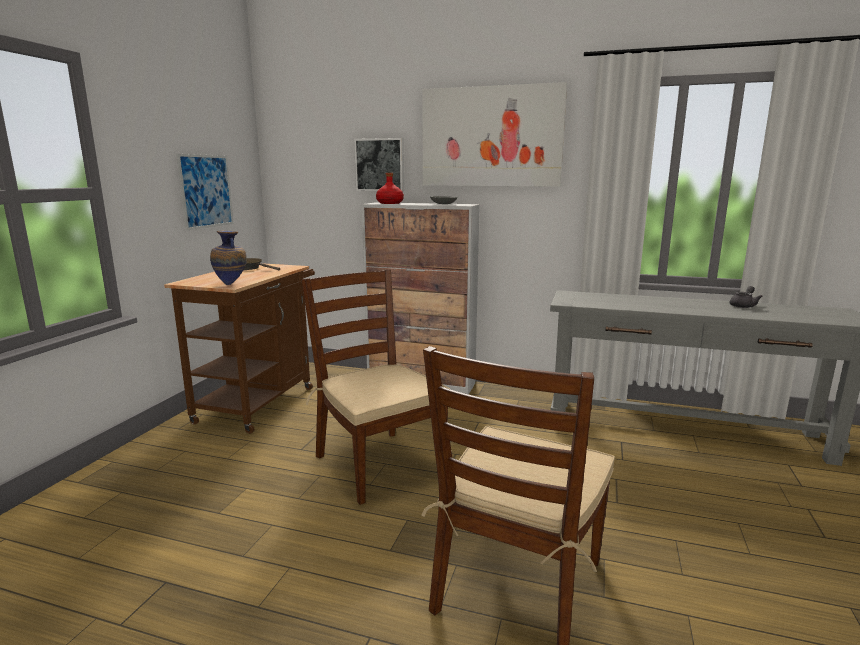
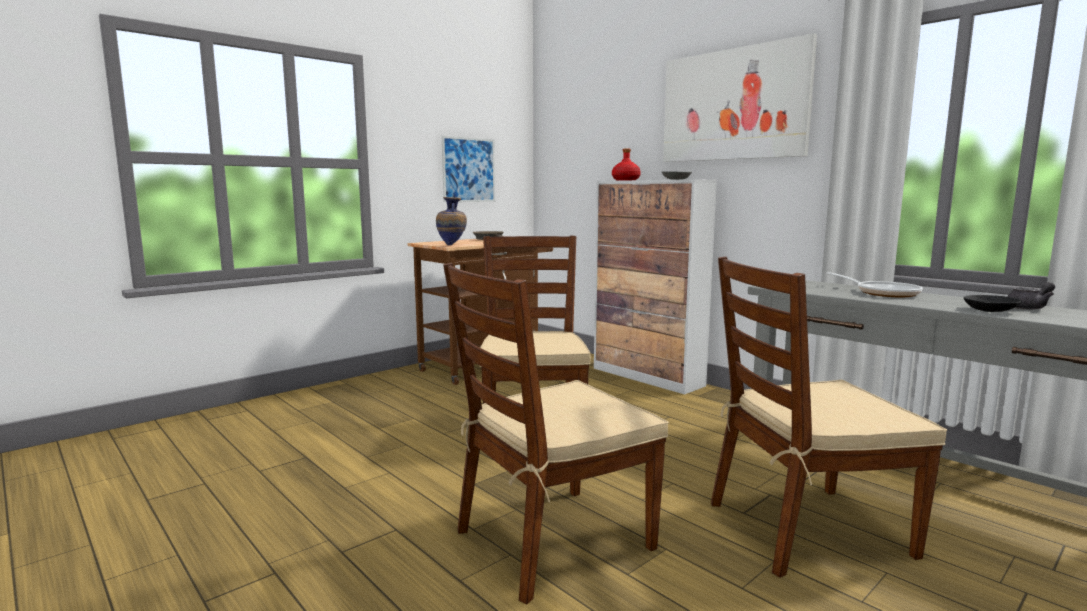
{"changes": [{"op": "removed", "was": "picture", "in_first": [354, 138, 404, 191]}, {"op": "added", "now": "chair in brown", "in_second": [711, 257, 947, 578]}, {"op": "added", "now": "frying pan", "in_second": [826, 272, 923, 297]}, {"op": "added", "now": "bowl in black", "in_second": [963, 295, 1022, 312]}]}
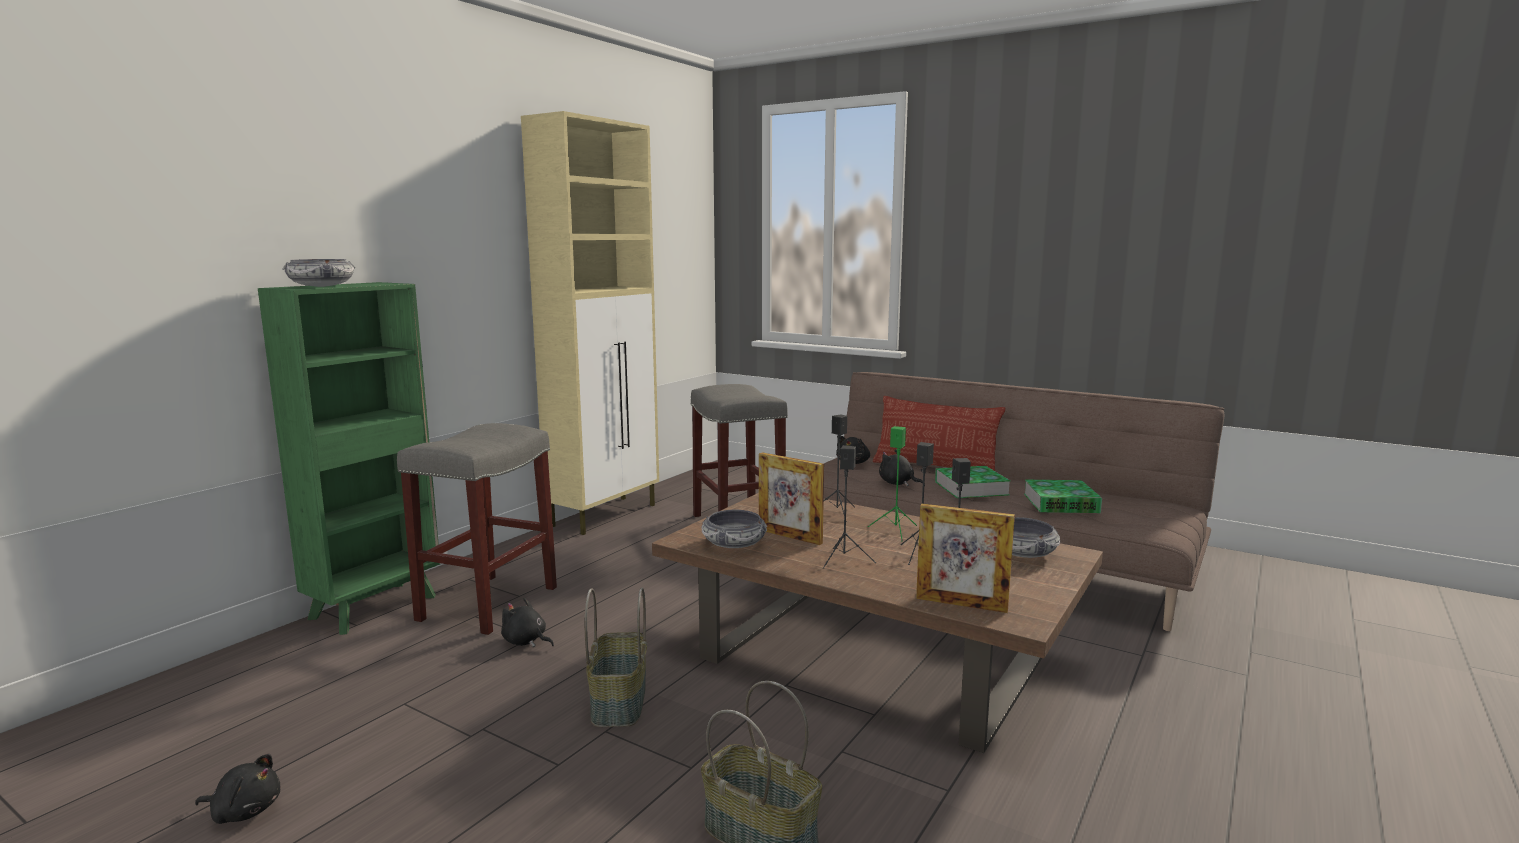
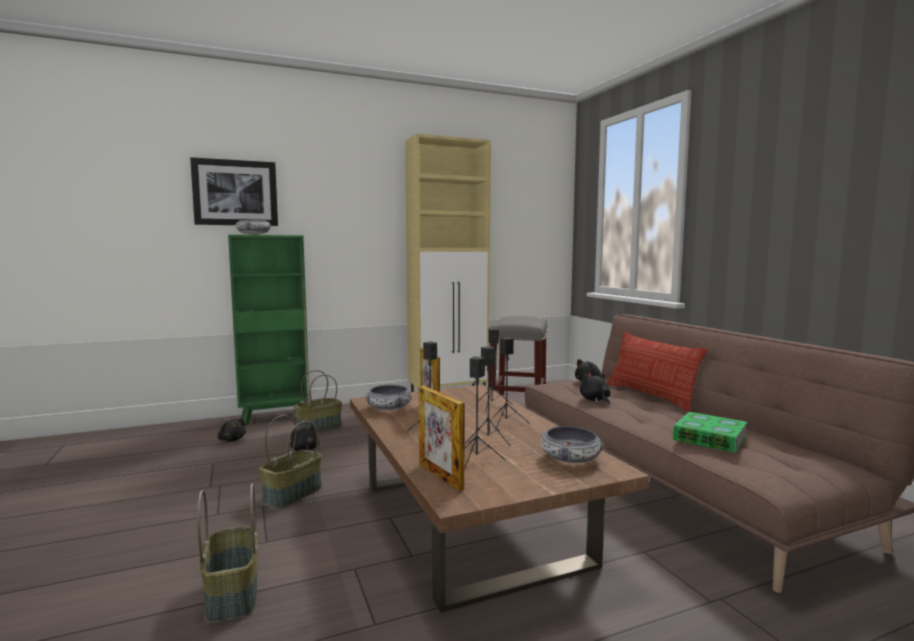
{"changes": [{"op": "replaced", "was": "stool in grey", "now": "basket", "in_first": [397, 423, 557, 635], "in_second": [294, 370, 342, 432]}, {"op": "recoloured", "was": "speaker in green", "now": "speaker in black", "in_first": [868, 426, 917, 541], "in_second": [494, 337, 530, 430]}, {"op": "removed", "was": "book", "in_first": [935, 466, 1011, 498]}, {"op": "moved", "was": "plush toy in black", "in_first": [195, 754, 280, 824], "in_second": [218, 418, 246, 441]}, {"op": "added", "now": "picture", "in_second": [190, 157, 278, 226]}]}
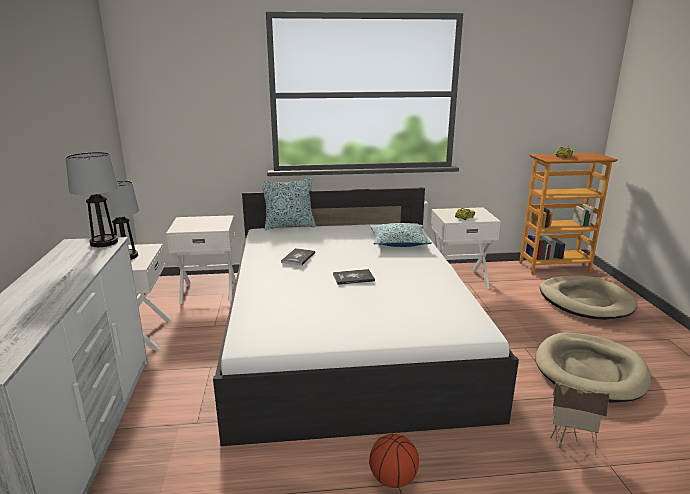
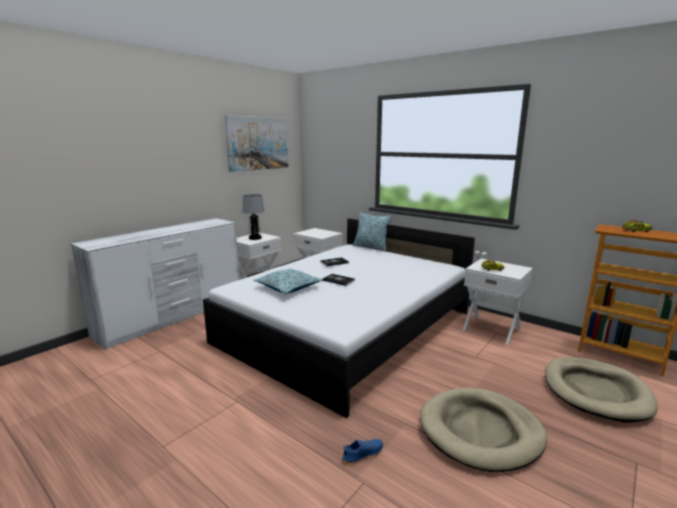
{"changes": [{"op": "removed", "was": "table lamp", "in_first": [65, 152, 118, 247]}, {"op": "moved", "was": "pillow", "in_first": [370, 223, 432, 247], "in_second": [253, 269, 323, 294]}, {"op": "replaced", "was": "toy house", "now": "shoe in blue", "in_first": [550, 381, 610, 455], "in_second": [342, 439, 383, 466]}, {"op": "removed", "was": "basketball", "in_first": [369, 434, 419, 488]}, {"op": "added", "now": "picture", "in_second": [225, 115, 288, 172]}]}
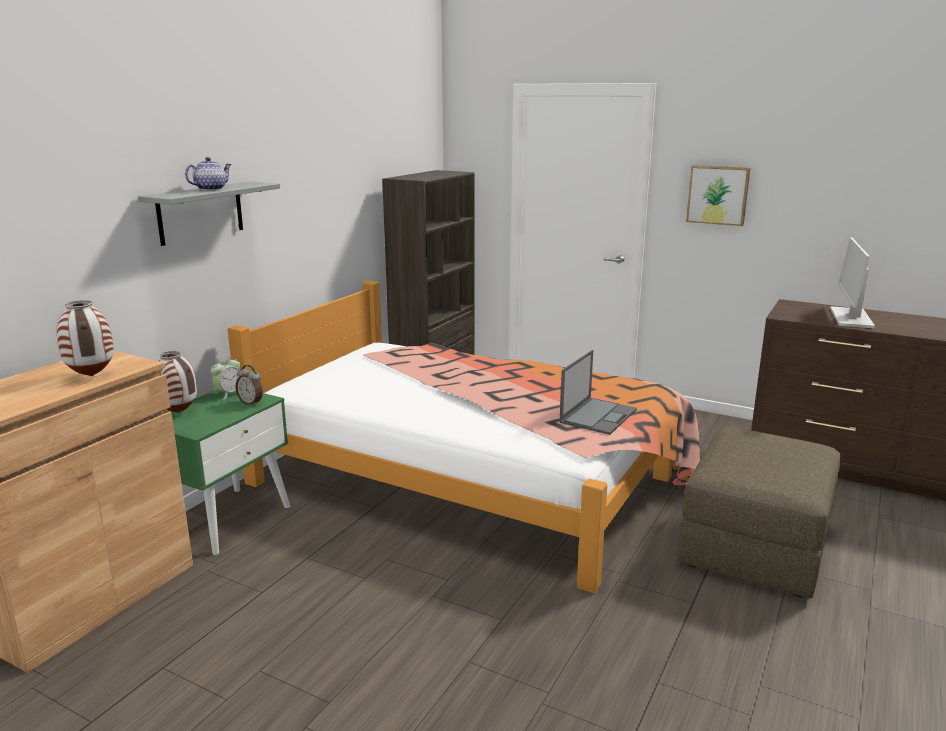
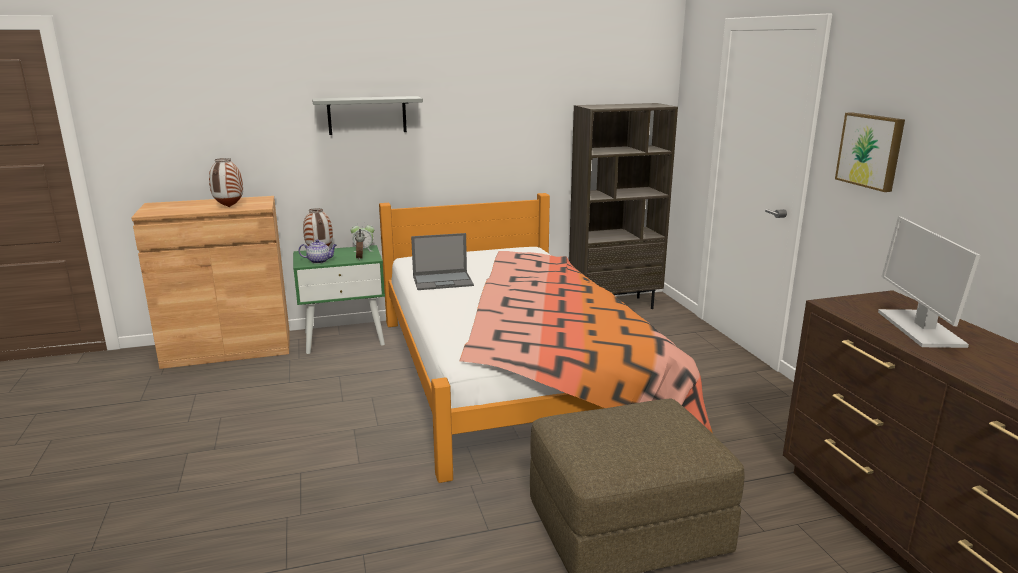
{"changes": [{"op": "moved", "was": "teapot", "in_first": [185, 157, 231, 190], "in_second": [299, 239, 337, 264]}, {"op": "turned", "was": "monitor", "in_first": [830, 238, 875, 328], "in_second": [878, 217, 980, 348], "clockwise": -60}, {"op": "moved", "was": "laptop", "in_first": [560, 350, 637, 435], "in_second": [411, 233, 474, 290]}]}
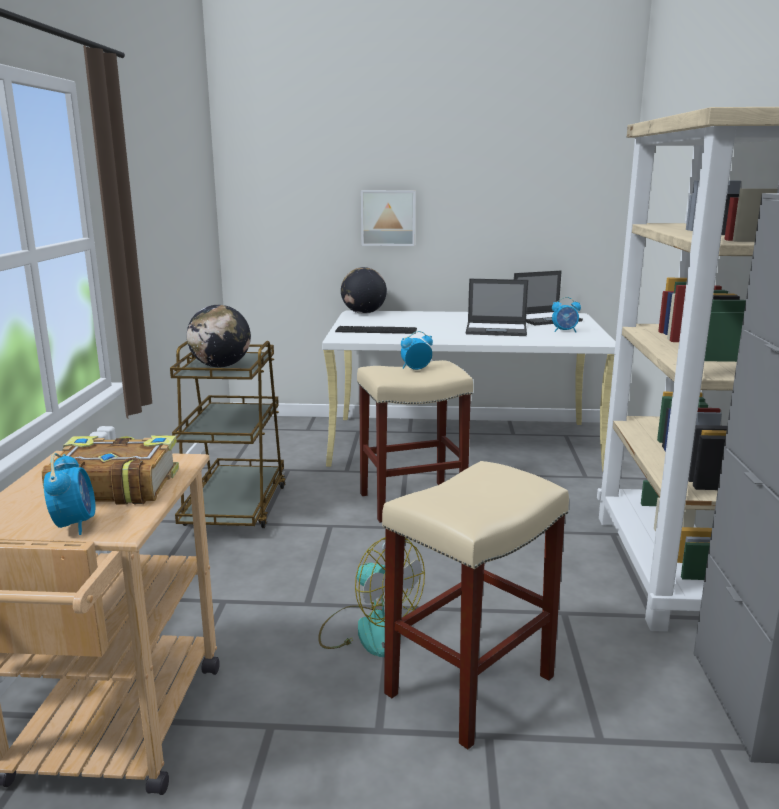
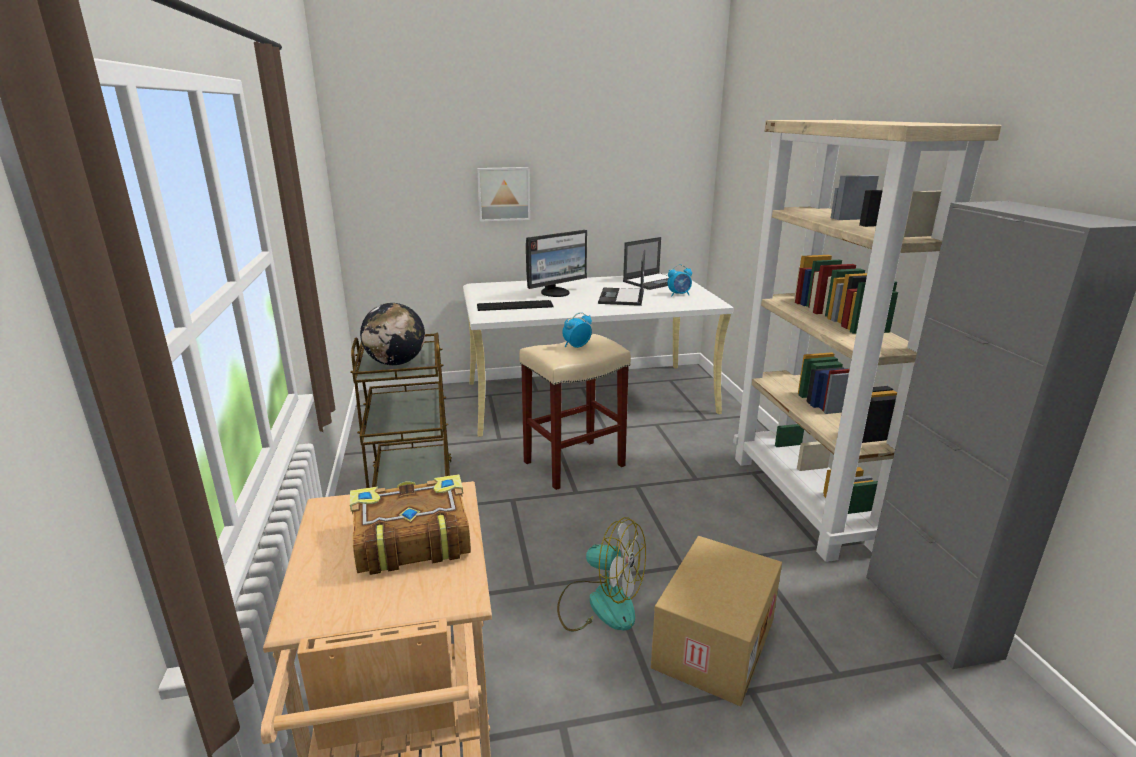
{"changes": [{"op": "removed", "was": "globe", "in_first": [341, 267, 387, 314]}, {"op": "turned", "was": "laptop", "in_first": [466, 279, 528, 336], "in_second": [598, 250, 645, 306], "clockwise": 105}, {"op": "removed", "was": "alarm clock", "in_first": [44, 453, 95, 535]}, {"op": "replaced", "was": "stool in beige", "now": "cardboard box", "in_first": [382, 461, 569, 749], "in_second": [651, 536, 782, 706]}, {"op": "added", "now": "monitor", "in_second": [526, 230, 587, 297]}]}
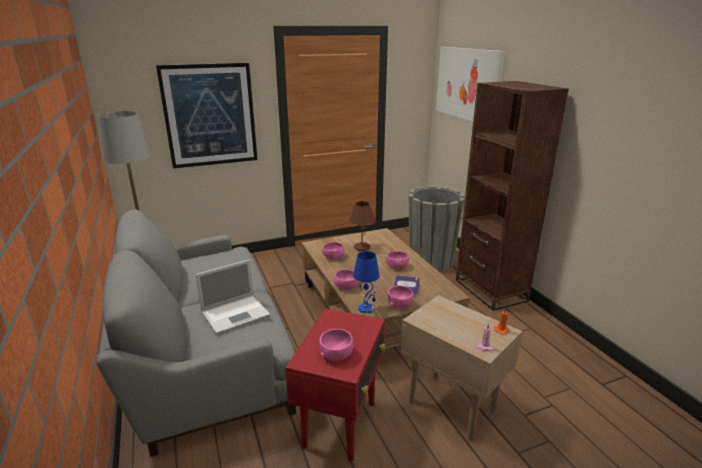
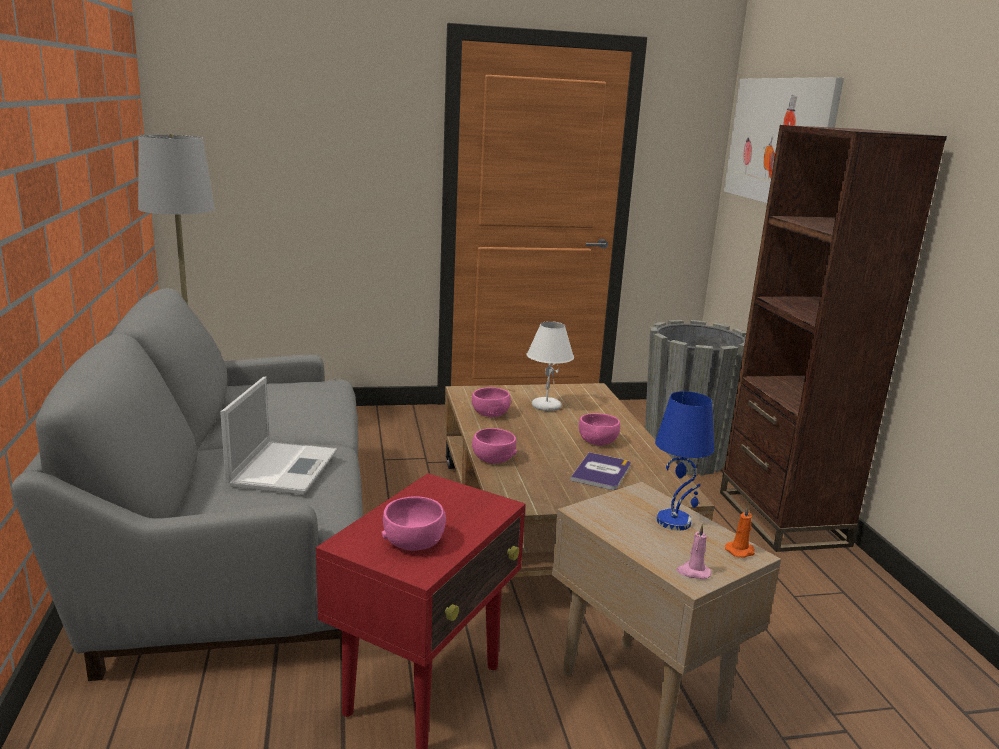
{"changes": [{"op": "removed", "was": "picture", "in_first": [156, 63, 257, 169]}, {"op": "recoloured", "was": "table lamp in brown", "now": "table lamp in white", "in_first": [349, 201, 376, 251], "in_second": [526, 321, 574, 411]}, {"op": "moved", "was": "table lamp in blue", "in_first": [353, 251, 380, 313], "in_second": [655, 391, 714, 531]}, {"op": "turned", "was": "laptop", "in_first": [195, 260, 270, 335], "in_second": [220, 377, 337, 495], "clockwise": -60}, {"op": "removed", "was": "bowl in pink", "in_first": [388, 286, 413, 308]}]}
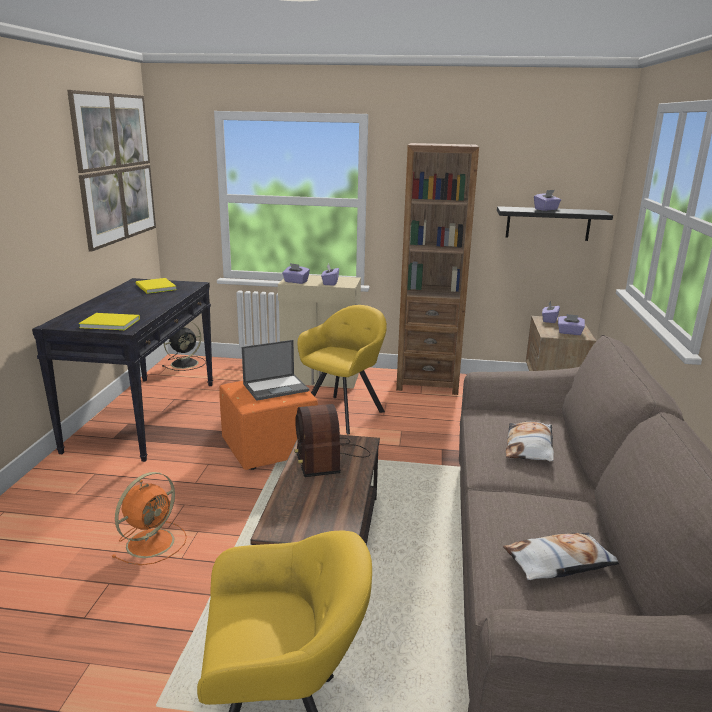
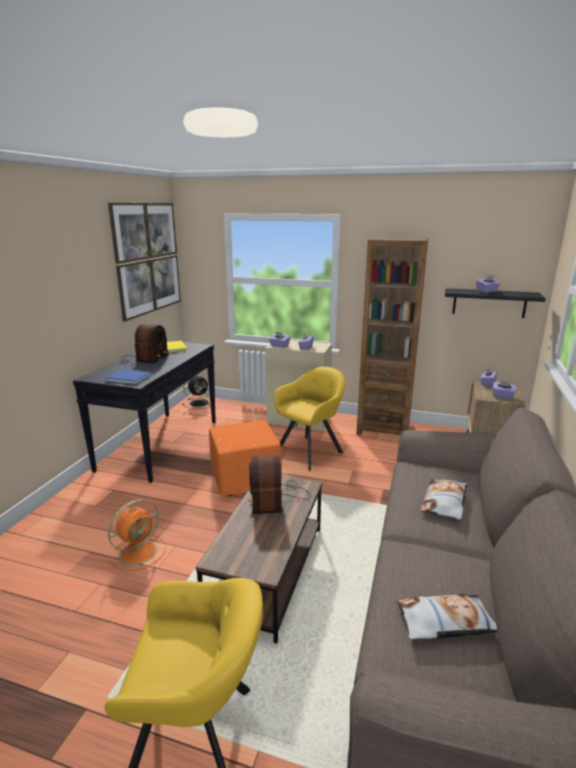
{"changes": [{"op": "recoloured", "was": "book in yellow", "now": "book in blue", "in_first": [79, 313, 140, 330], "in_second": [105, 369, 151, 385]}, {"op": "removed", "was": "laptop", "in_first": [242, 340, 309, 401]}, {"op": "added", "now": "radio", "in_second": [119, 324, 169, 366]}]}
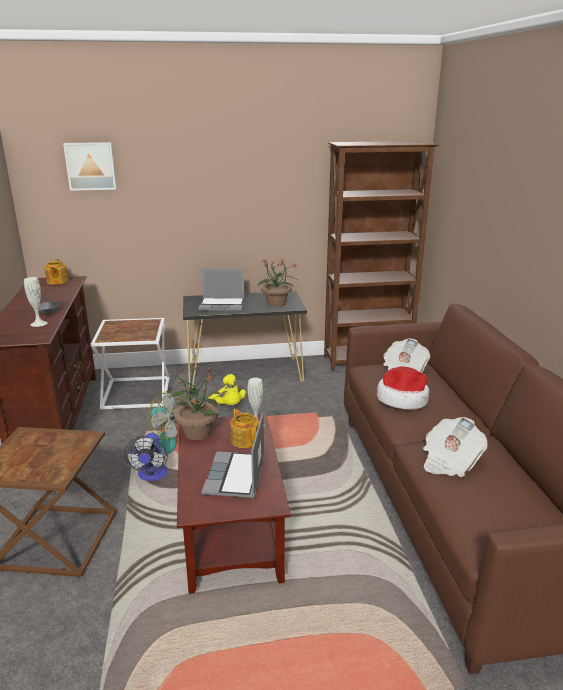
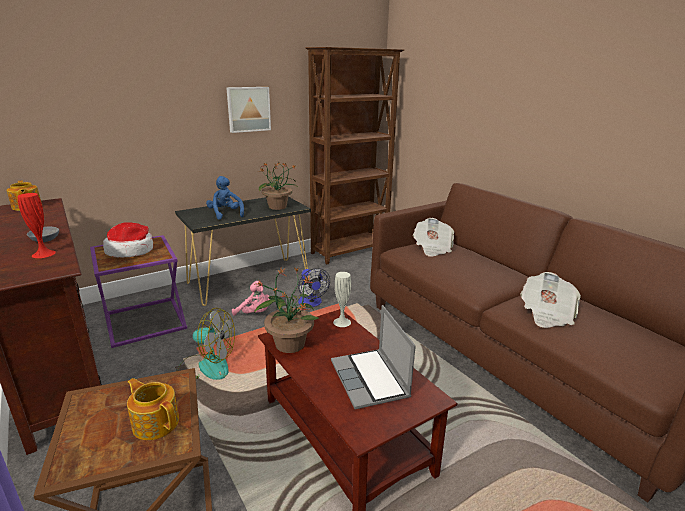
{"changes": [{"op": "moved", "was": "picture", "in_first": [63, 142, 117, 191], "in_second": [226, 87, 271, 133]}, {"op": "replaced", "was": "laptop", "now": "plush toy in blue", "in_first": [198, 268, 244, 311], "in_second": [206, 176, 244, 220]}, {"op": "recoloured", "was": "vase in white", "now": "vase in red", "in_first": [24, 277, 47, 327], "in_second": [18, 193, 56, 258]}, {"op": "recoloured", "was": "side table in white", "now": "side table in purple", "in_first": [90, 318, 170, 410], "in_second": [90, 235, 187, 348]}, {"op": "moved", "was": "hat", "in_first": [377, 366, 429, 410], "in_second": [103, 222, 153, 258]}, {"op": "recoloured", "was": "plush toy in yellow", "now": "plush toy in pink", "in_first": [208, 374, 246, 405], "in_second": [232, 281, 270, 316]}, {"op": "moved", "was": "teapot", "in_first": [230, 409, 259, 448], "in_second": [127, 378, 179, 440]}, {"op": "moved", "was": "fan", "in_first": [125, 433, 168, 481], "in_second": [298, 268, 330, 307]}]}
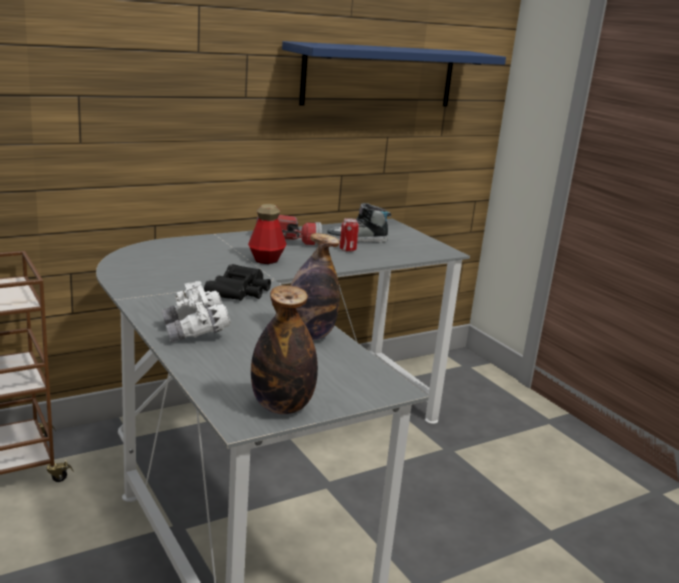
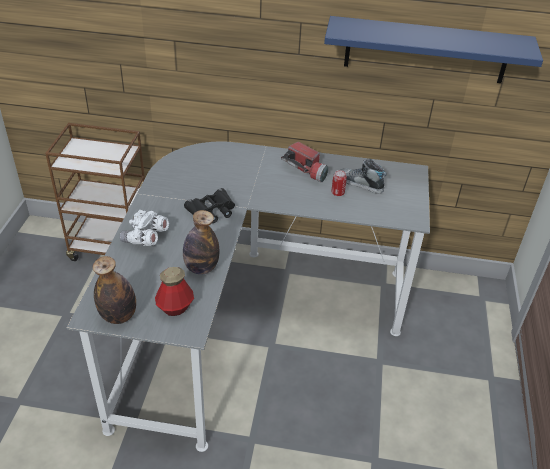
{"changes": [{"op": "moved", "was": "bottle", "in_first": [248, 204, 287, 264], "in_second": [155, 267, 194, 316]}]}
